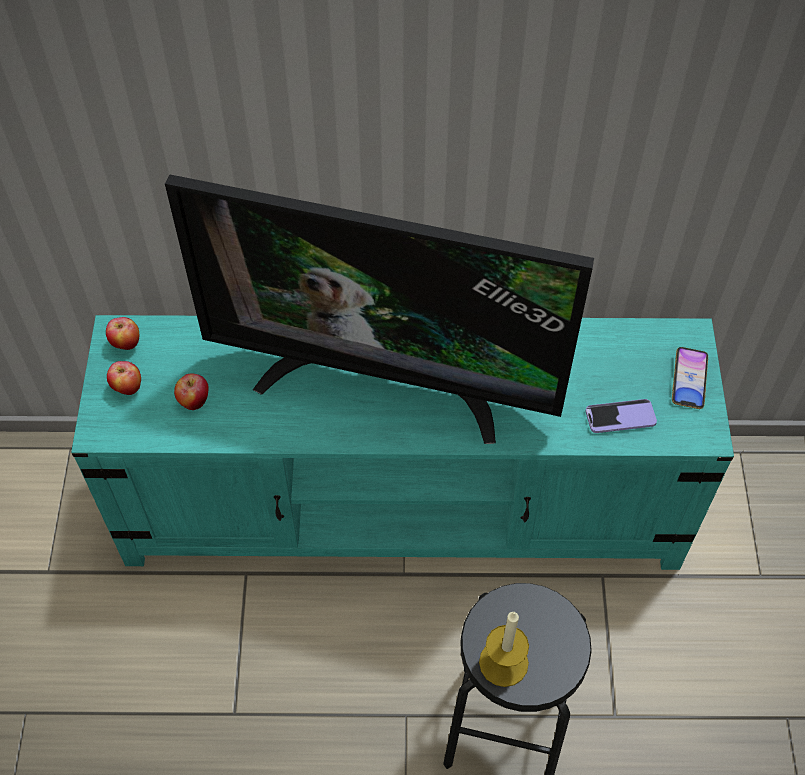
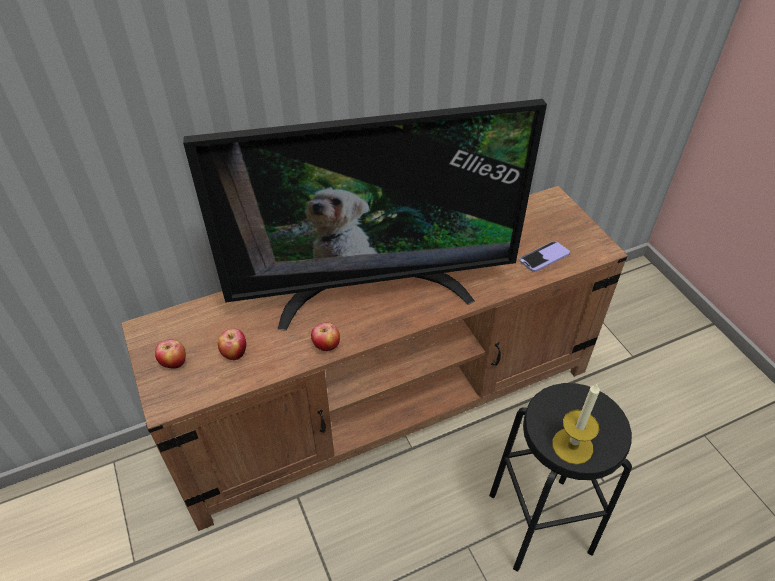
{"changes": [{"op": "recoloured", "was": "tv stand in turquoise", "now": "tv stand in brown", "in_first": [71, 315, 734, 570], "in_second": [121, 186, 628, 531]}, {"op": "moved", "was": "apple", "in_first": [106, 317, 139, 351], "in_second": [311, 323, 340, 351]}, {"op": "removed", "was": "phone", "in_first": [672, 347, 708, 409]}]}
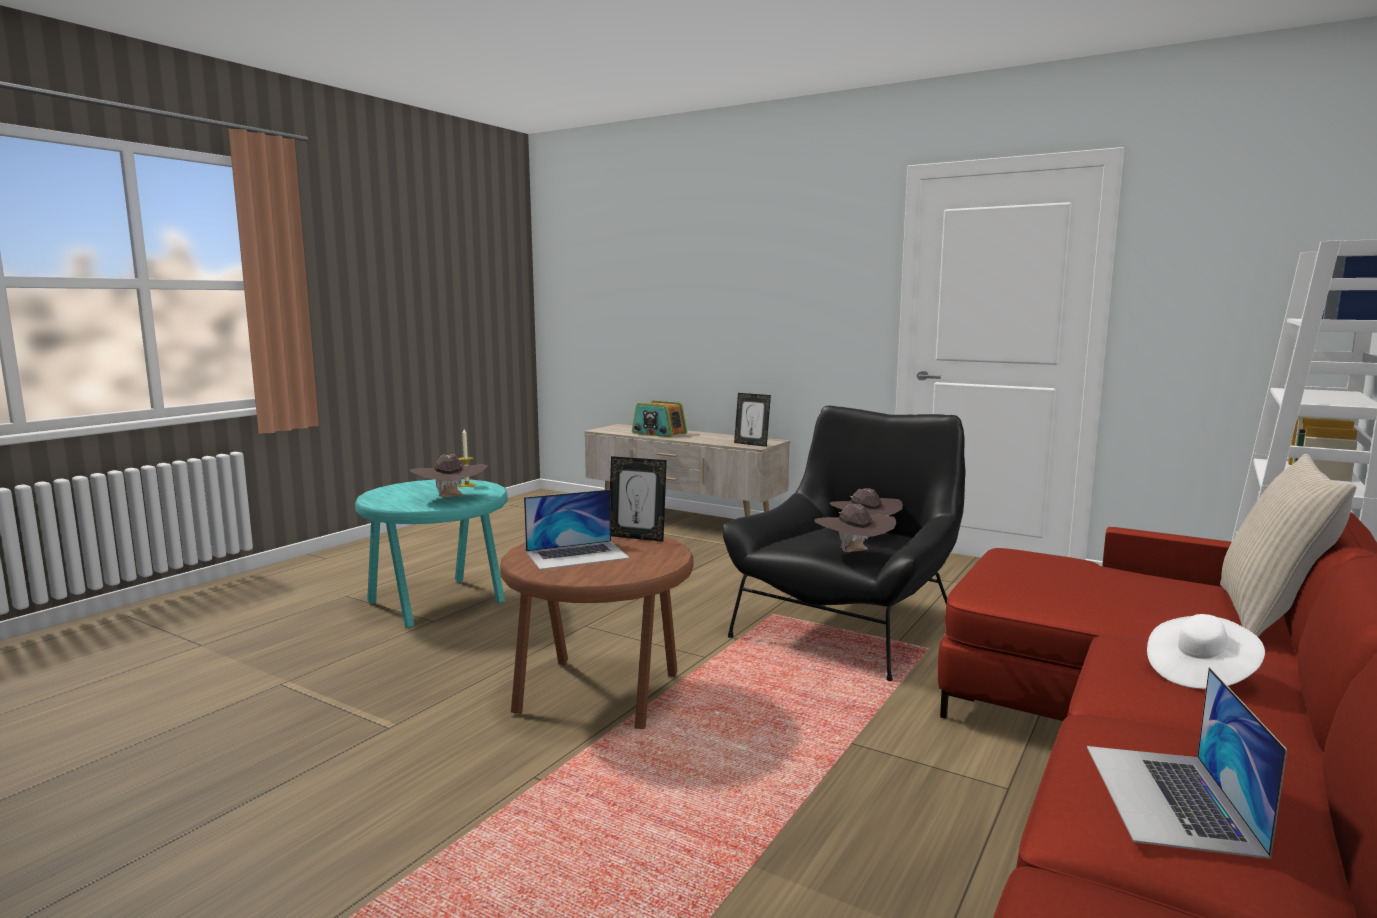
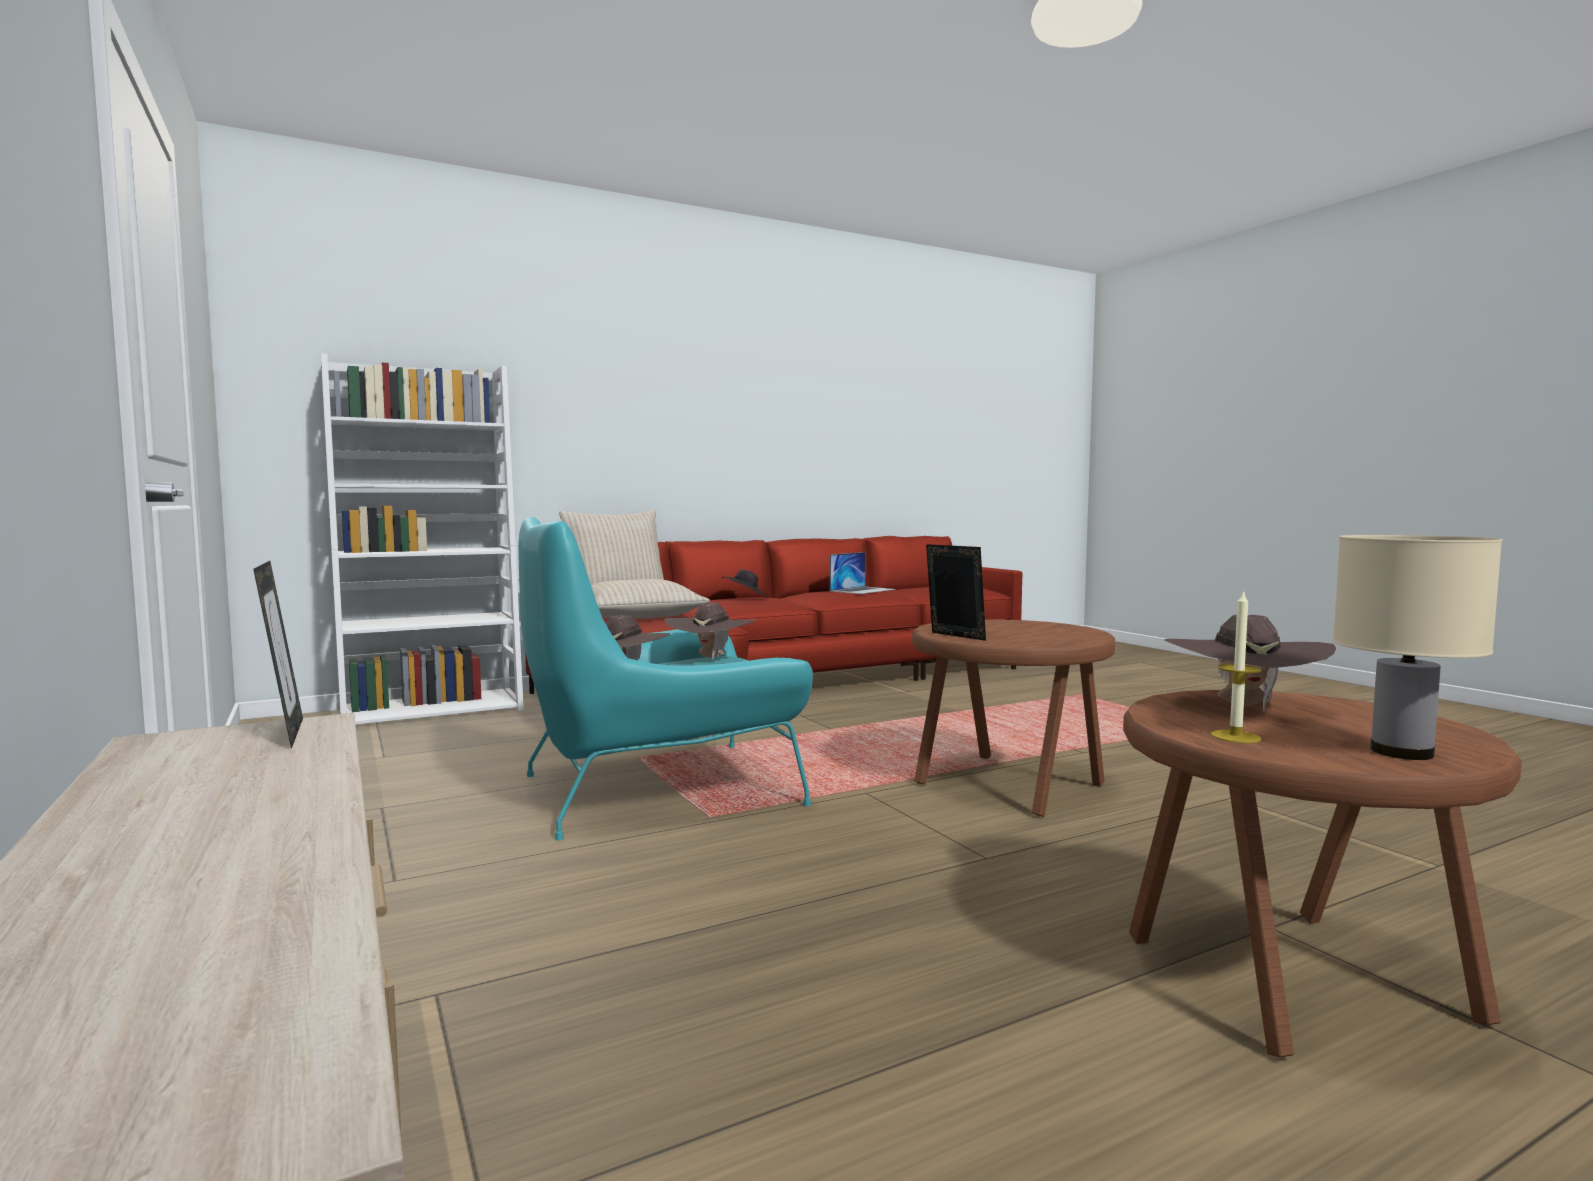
{"changes": [{"op": "removed", "was": "radio", "in_first": [632, 400, 687, 437]}, {"op": "recoloured", "was": "armchair in black", "now": "armchair in turquoise", "in_first": [723, 406, 966, 681], "in_second": [518, 517, 813, 841]}, {"op": "recoloured", "was": "side table in turquoise", "now": "side table in brown", "in_first": [355, 479, 508, 628], "in_second": [1123, 690, 1522, 1057]}, {"op": "removed", "was": "laptop", "in_first": [524, 489, 630, 570]}, {"op": "recoloured", "was": "hat in white", "now": "hat in black", "in_first": [1147, 614, 1265, 689], "in_second": [722, 570, 768, 598]}, {"op": "added", "now": "table lamp in beige", "in_second": [1333, 535, 1502, 760]}, {"op": "added", "now": "pillow in beige", "in_second": [591, 579, 710, 619]}]}
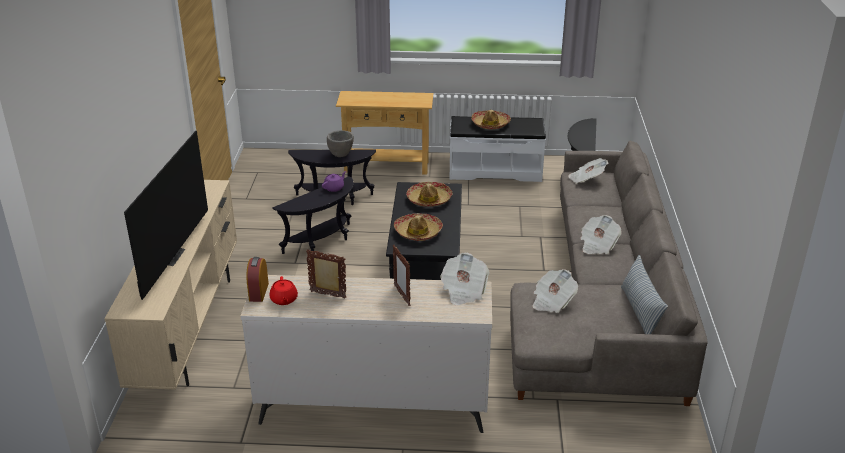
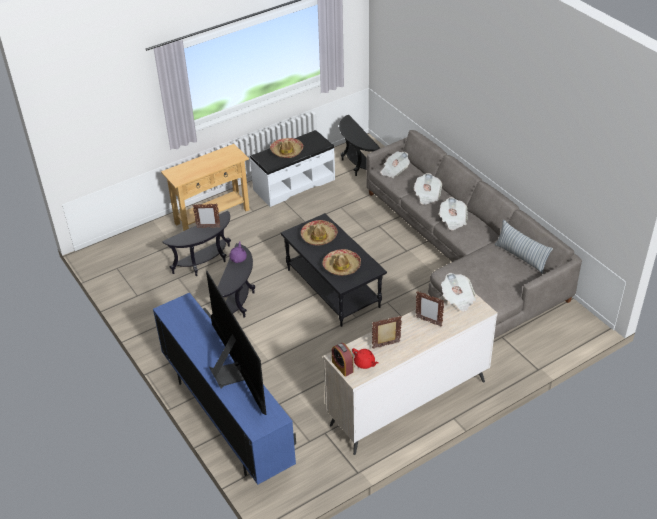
{"changes": [{"op": "replaced", "was": "bowl in grey", "now": "picture frame", "in_first": [327, 130, 354, 157], "in_second": [193, 204, 221, 228]}, {"op": "recoloured", "was": "tv stand in beige", "now": "tv stand in blue", "in_first": [104, 180, 237, 390], "in_second": [153, 293, 296, 485]}, {"op": "moved", "was": "newspaper", "in_first": [532, 269, 578, 313], "in_second": [414, 173, 442, 205]}]}
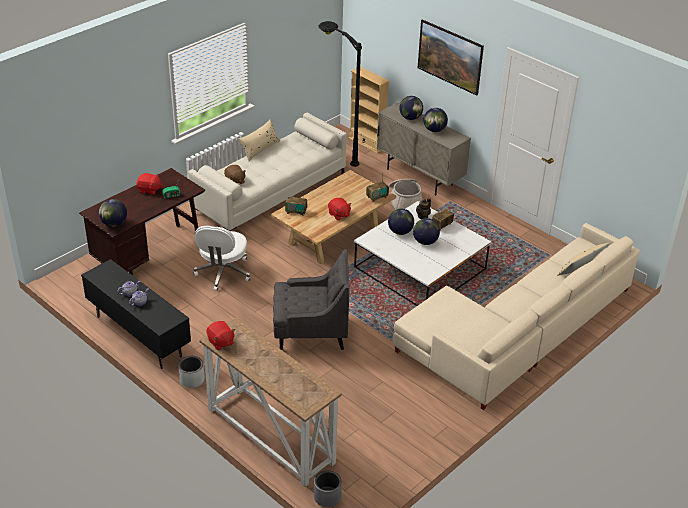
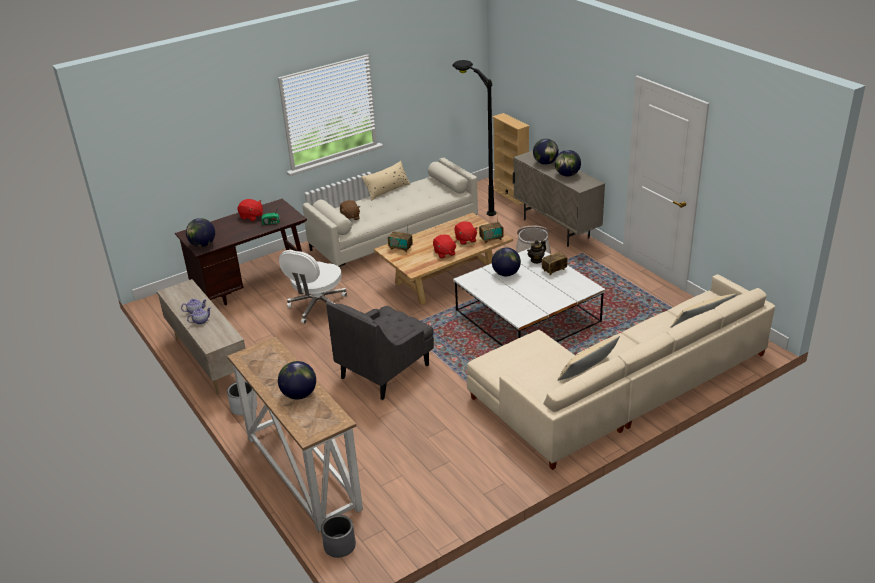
{"changes": [{"op": "removed", "was": "picture", "in_first": [418, 19, 484, 96]}, {"op": "moved", "was": "globe", "in_first": [413, 218, 440, 245], "in_second": [278, 361, 316, 400]}, {"op": "turned", "was": "armchair in grey", "in_first": [273, 249, 350, 350], "in_second": [326, 302, 434, 400], "clockwise": 120}, {"op": "recoloured", "was": "tv stand in black", "now": "tv stand in beige", "in_first": [81, 259, 191, 369], "in_second": [157, 279, 246, 394]}, {"op": "moved", "was": "plush toy in red", "in_first": [206, 321, 235, 350], "in_second": [454, 221, 478, 245]}, {"op": "added", "now": "pillow in beige", "in_second": [557, 336, 620, 381]}]}
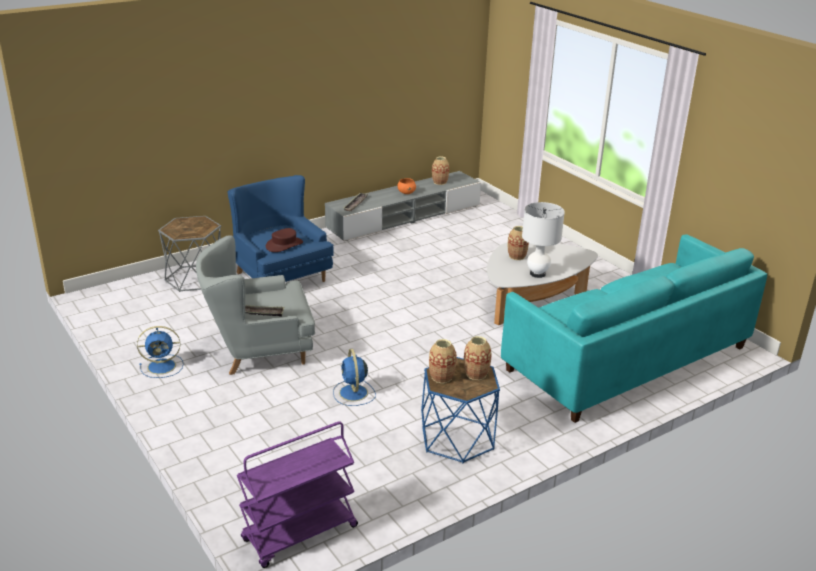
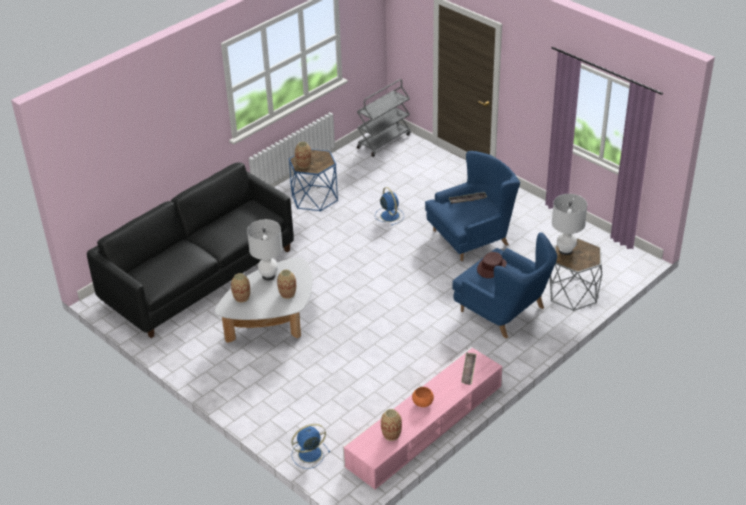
{"changes": [{"op": "recoloured", "was": "tv stand in grey", "now": "tv stand in pink", "in_first": [325, 171, 481, 241], "in_second": [343, 347, 503, 490]}, {"op": "recoloured", "was": "sofa in turquoise", "now": "sofa in black", "in_first": [501, 234, 767, 423], "in_second": [87, 162, 294, 338]}, {"op": "recoloured", "was": "armchair in grey", "now": "armchair in blue", "in_first": [196, 235, 315, 375], "in_second": [425, 151, 520, 261]}, {"op": "moved", "was": "fan in blue", "in_first": [137, 326, 183, 378], "in_second": [291, 424, 330, 469]}, {"op": "moved", "was": "vase", "in_first": [429, 339, 457, 383], "in_second": [231, 273, 250, 303]}, {"op": "recoloured", "was": "cart in purple", "now": "cart in grey", "in_first": [237, 421, 358, 568], "in_second": [357, 79, 411, 157]}, {"op": "added", "now": "table lamp in white", "in_second": [552, 194, 587, 255]}]}
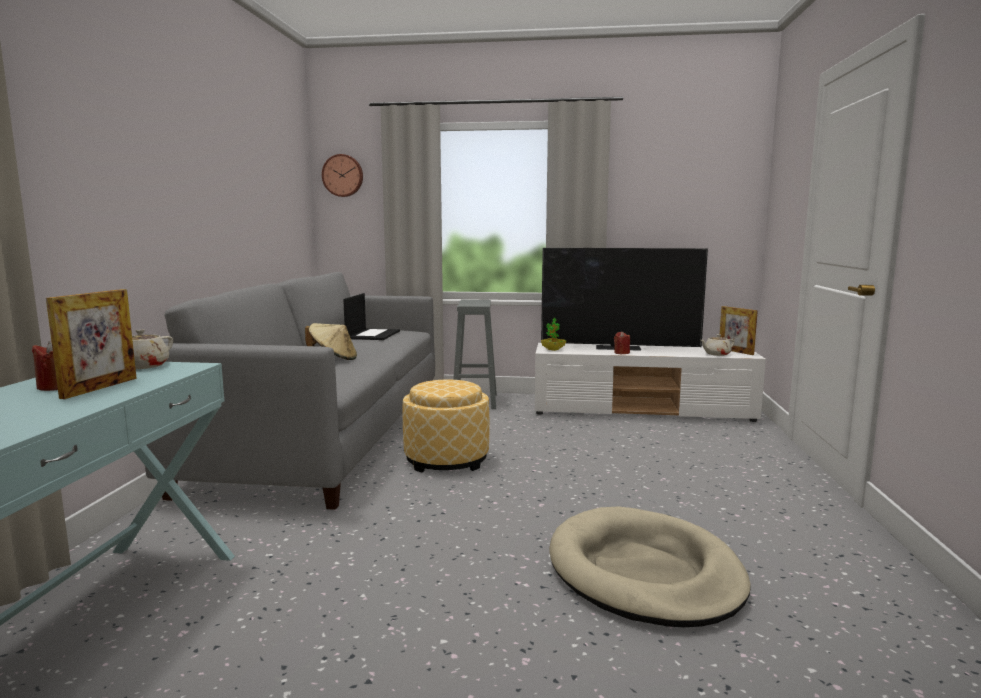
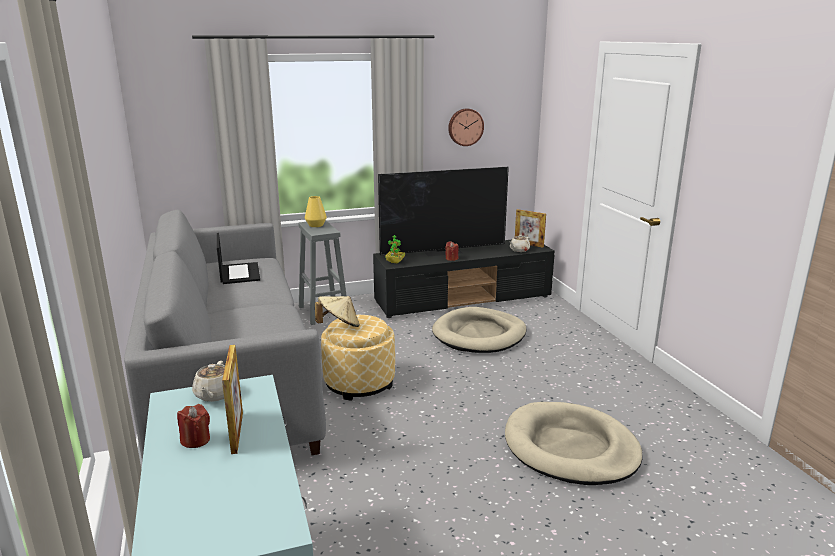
{"changes": [{"op": "moved", "was": "wall clock", "in_first": [322, 154, 363, 197], "in_second": [448, 108, 484, 146]}, {"op": "moved", "was": "hat in beige", "in_first": [305, 323, 357, 360], "in_second": [315, 296, 360, 327]}, {"op": "recoloured", "was": "tv stand in white", "now": "tv stand in black", "in_first": [535, 343, 766, 422], "in_second": [373, 240, 555, 318]}, {"op": "added", "now": "vase in yellow", "in_second": [305, 196, 327, 227]}, {"op": "added", "now": "dog bed in beige", "in_second": [432, 307, 527, 353]}]}
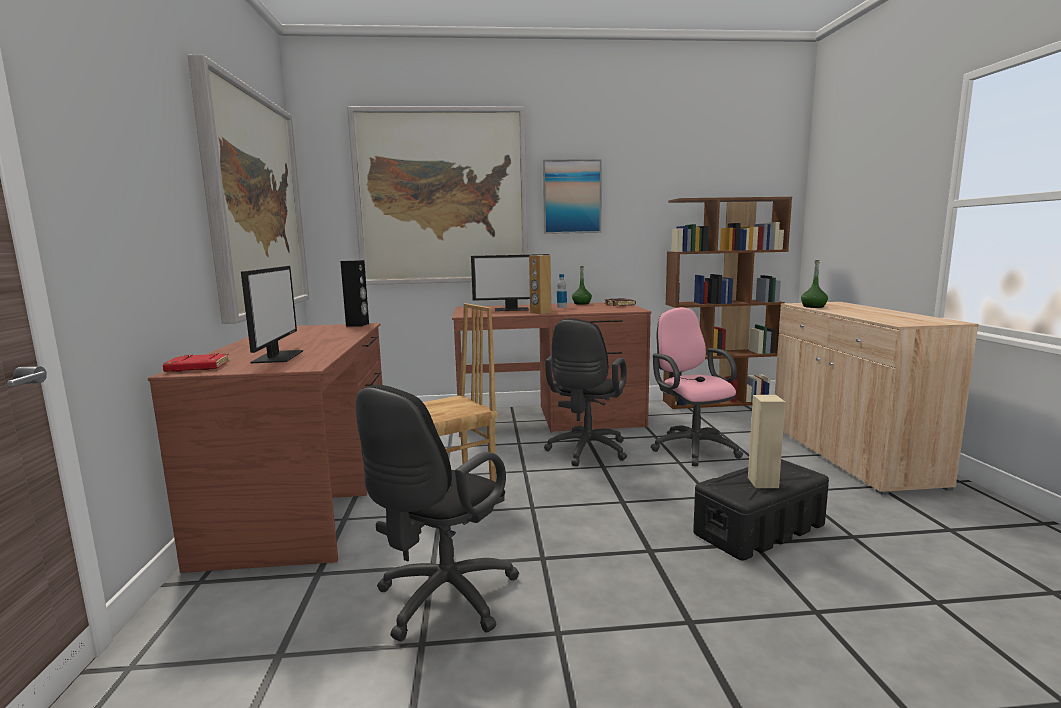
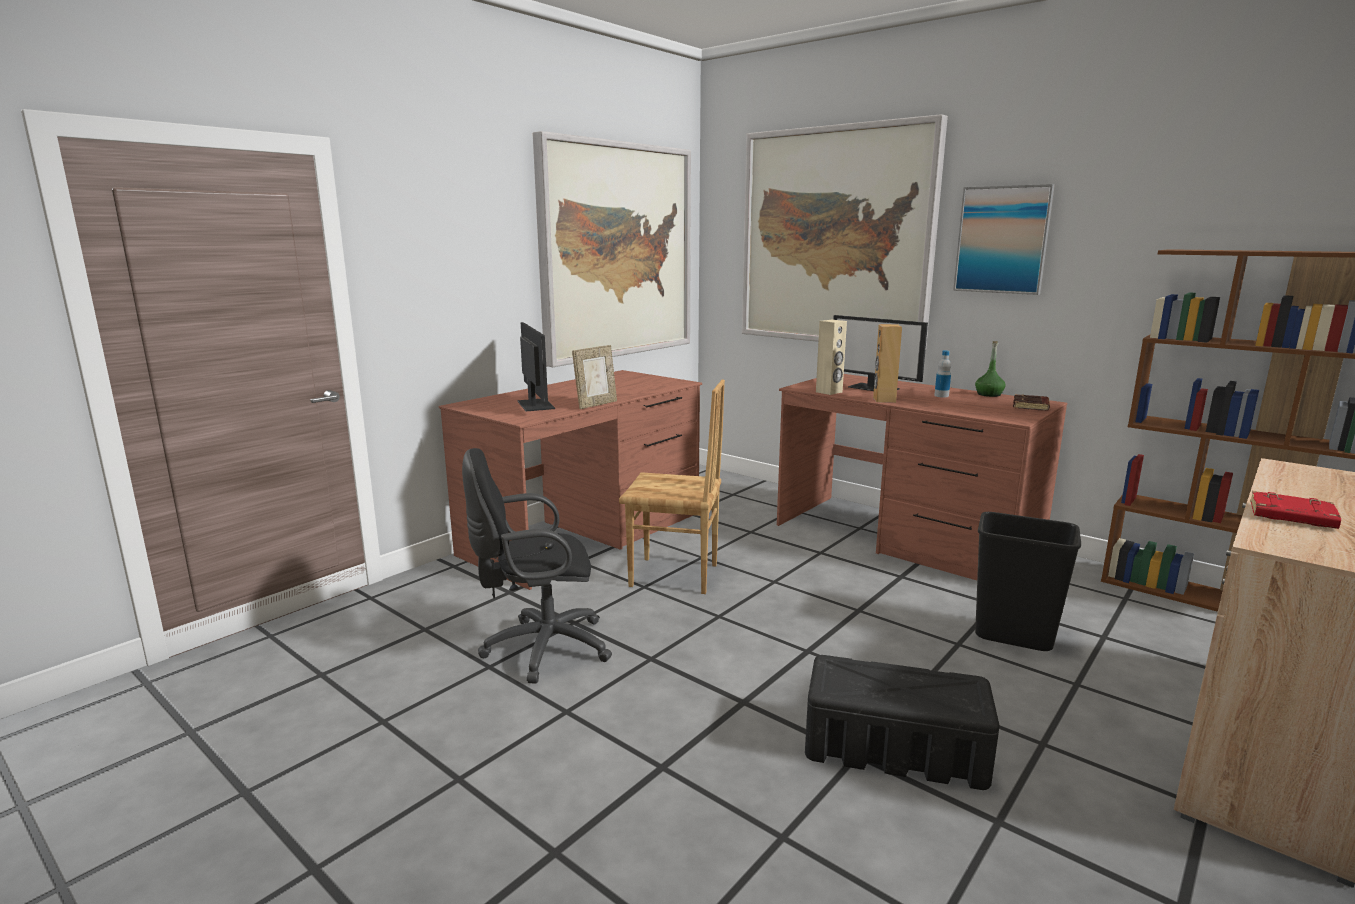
{"changes": [{"op": "removed", "was": "speaker in black", "in_first": [340, 260, 369, 327]}, {"op": "removed", "was": "bottle in green", "in_first": [801, 260, 828, 308]}, {"op": "turned", "was": "monitor", "in_first": [241, 266, 303, 363], "in_second": [517, 322, 555, 411], "clockwise": -60}, {"op": "replaced", "was": "office chair in pink", "now": "trash can in black", "in_first": [651, 307, 743, 466], "in_second": [975, 512, 1081, 651]}, {"op": "removed", "was": "office chair in black", "in_first": [544, 318, 627, 466]}, {"op": "moved", "was": "book in red", "in_first": [163, 353, 229, 372], "in_second": [1250, 491, 1341, 529]}, {"op": "moved", "was": "speaker in beige", "in_first": [748, 395, 785, 488], "in_second": [816, 320, 847, 395]}, {"op": "added", "now": "picture frame", "in_second": [572, 345, 617, 409]}]}
